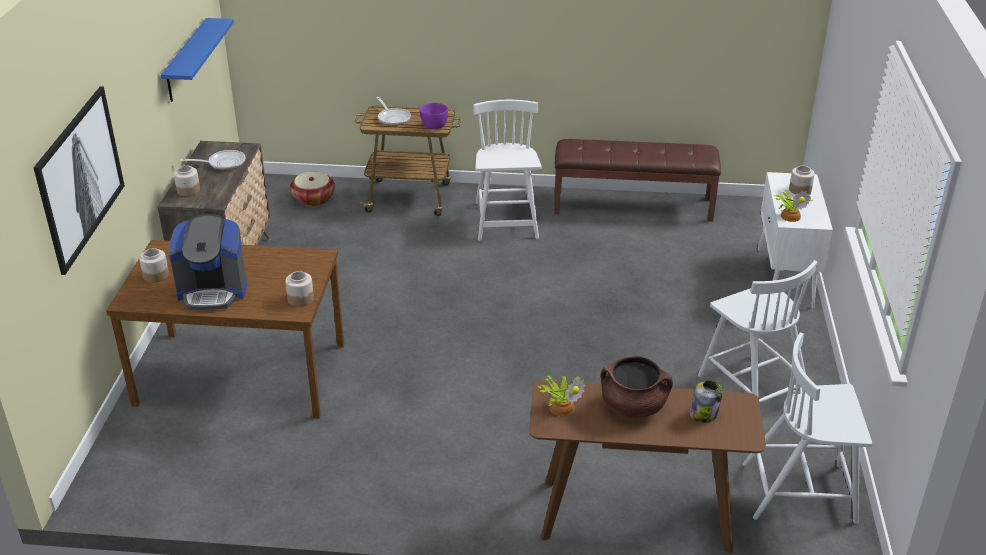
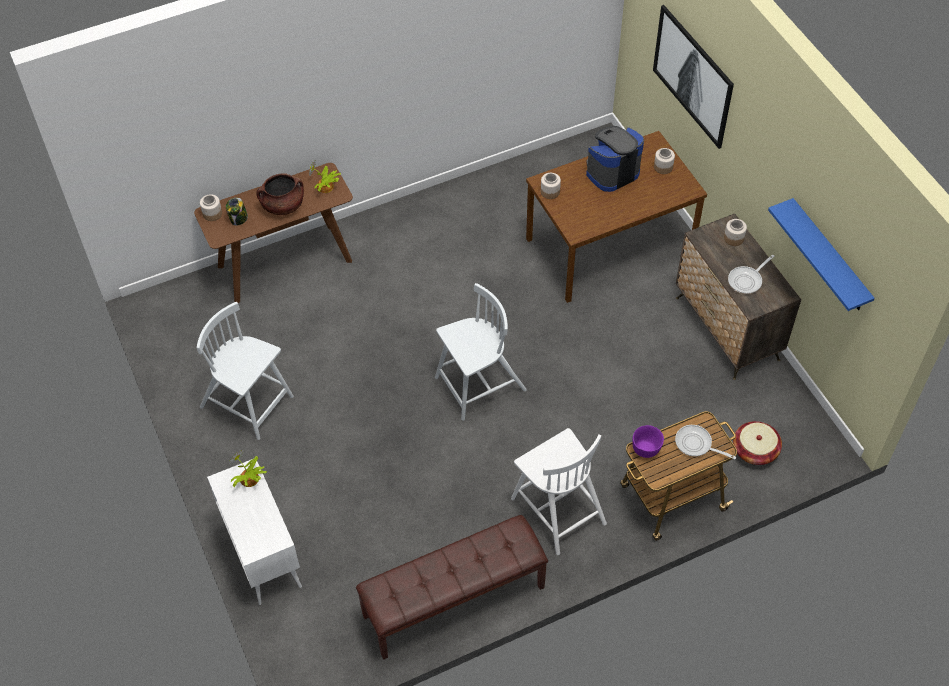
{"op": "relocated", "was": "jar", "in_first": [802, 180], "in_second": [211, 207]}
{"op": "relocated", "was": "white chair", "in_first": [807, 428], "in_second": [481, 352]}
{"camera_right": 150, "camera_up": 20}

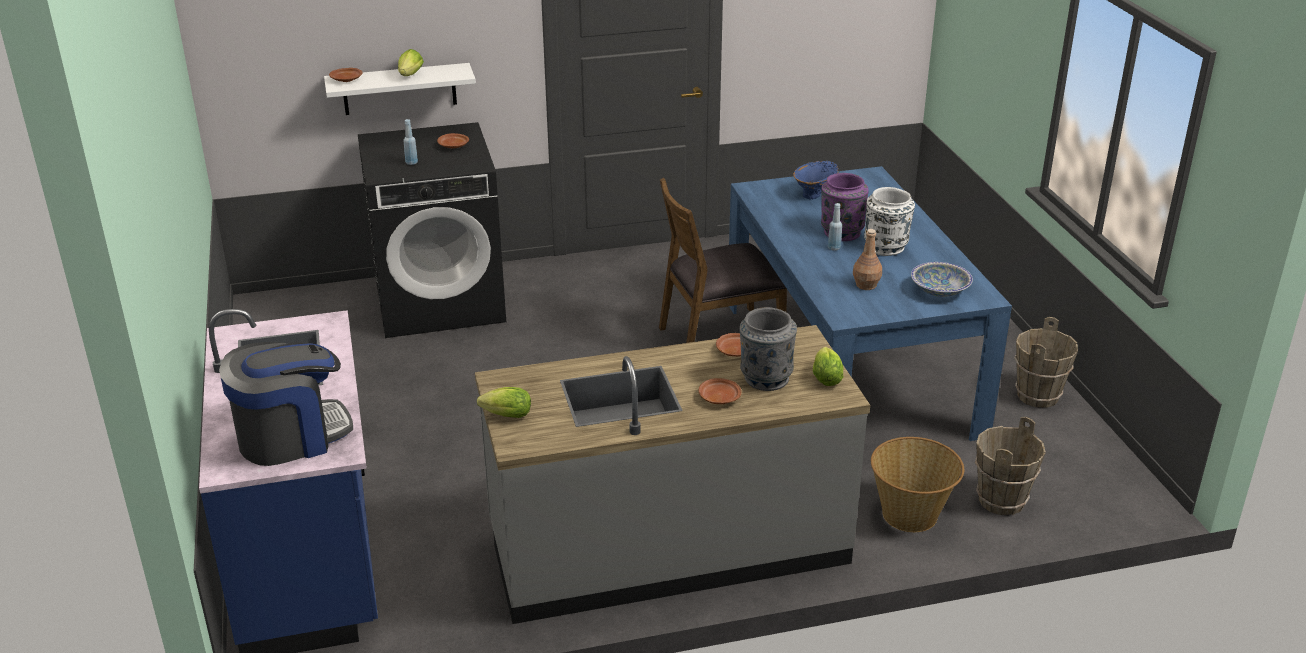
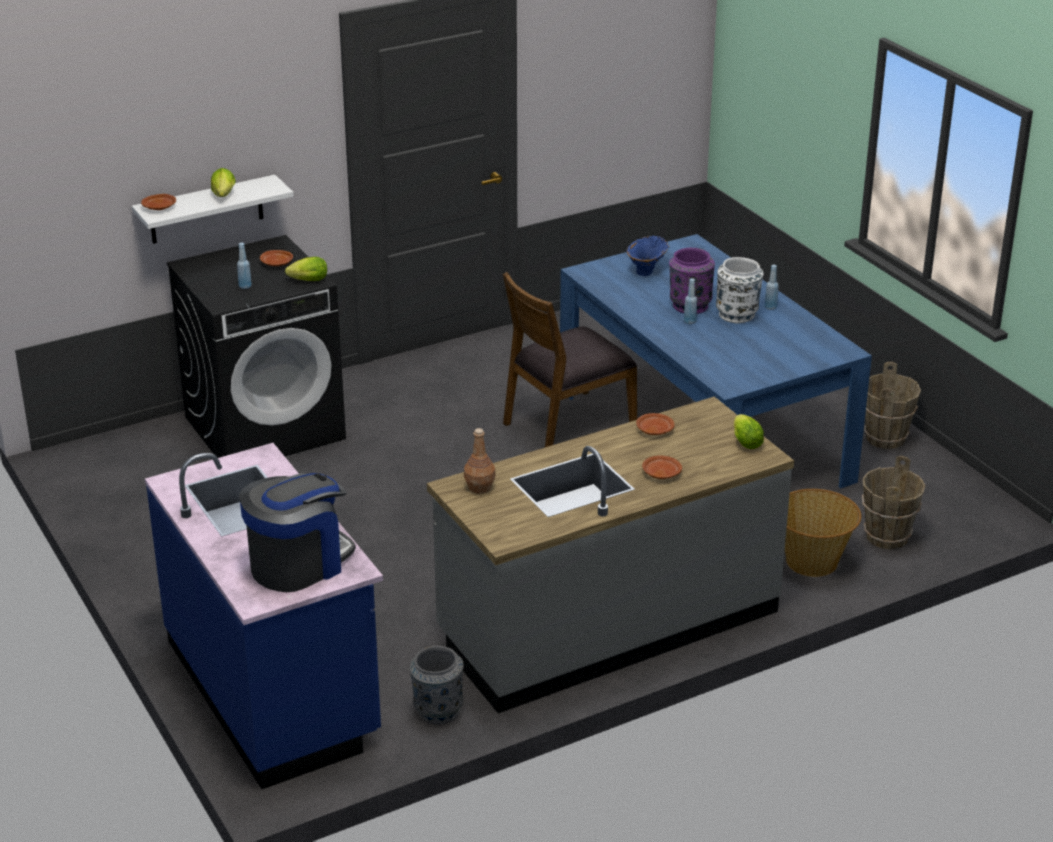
{"op": "relocated", "was": "brown bottle", "in_first": [867, 259], "in_second": [480, 461]}
{"op": "missing", "was": "bowl", "in_first": [942, 279]}
{"op": "relocated", "was": "grey vase", "in_first": [768, 349], "in_second": [437, 685]}
{"op": "relocated", "was": "lettuce", "in_first": [504, 402], "in_second": [306, 269]}
{"op": "appeared", "now": "blue bottle", "in_second": [772, 287]}
{"camera_right": -15, "camera_up": 0}

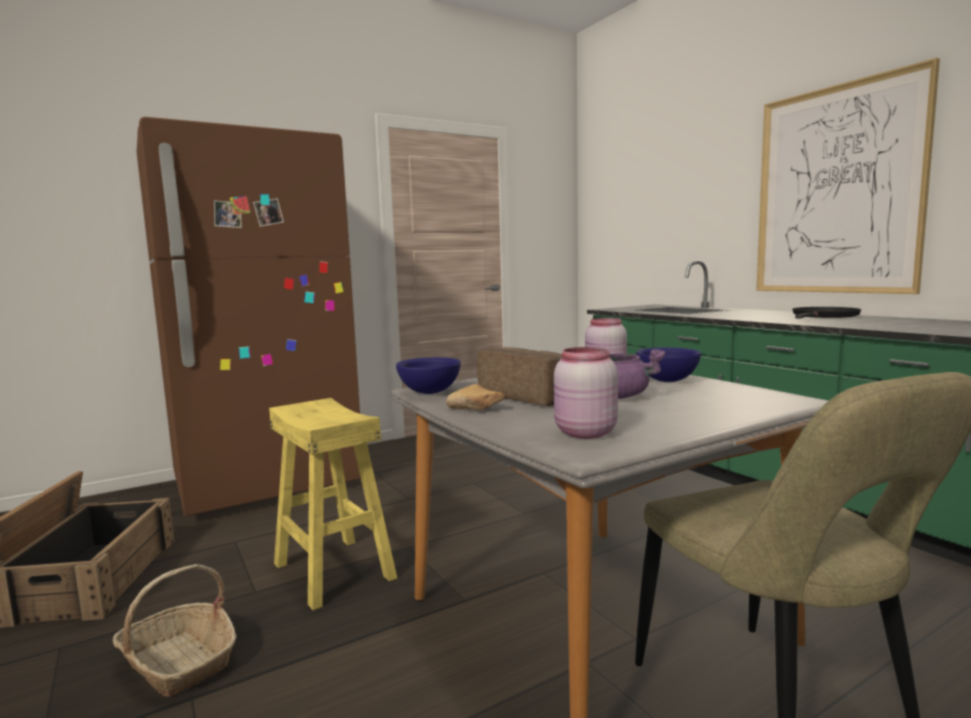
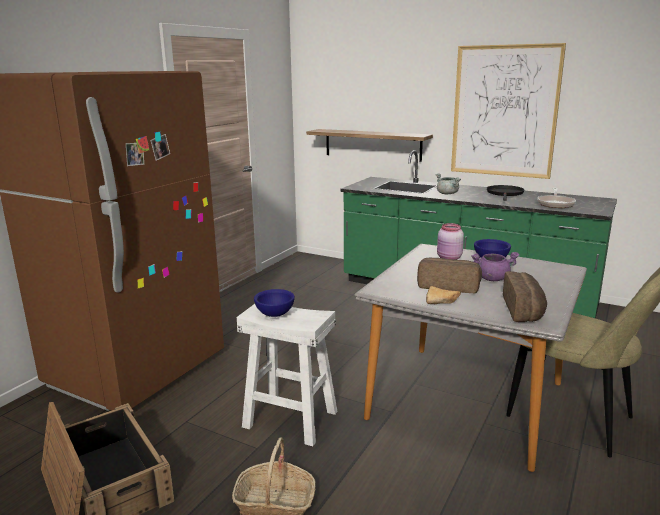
{"op": "exchanged", "was": "pink jar", "now": "bread", "in_first": [586, 393], "in_second": [525, 296]}
{"op": "relocated", "was": "blue bowl", "in_first": [428, 375], "in_second": [274, 303]}
{"op": "colour", "was": "yellow stool", "now": "white stool", "in_first": [333, 504], "in_second": [287, 375]}
{"op": "appeared", "now": "shelf", "in_second": [369, 145]}
{"op": "appeared", "now": "grey cooking pot", "in_second": [448, 183]}
{"op": "appeared", "now": "frying pan", "in_second": [557, 198]}
{"camera_right": -30, "camera_up": 10}

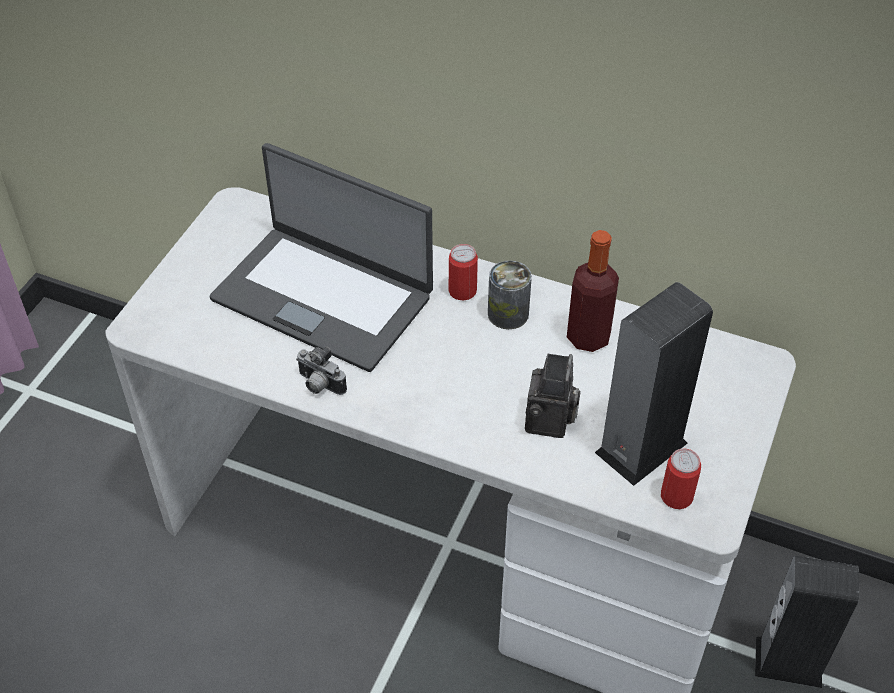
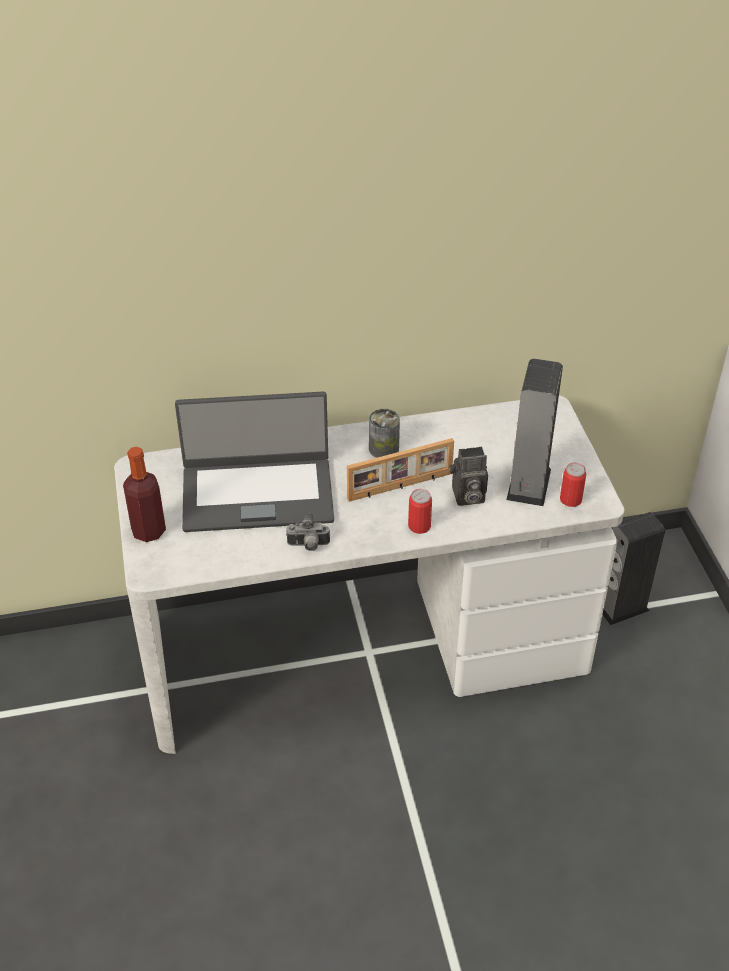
{"op": "relocated", "was": "bottle", "in_first": [593, 291], "in_second": [144, 494]}
{"op": "relocated", "was": "can", "in_first": [463, 272], "in_second": [420, 511]}
{"op": "spun", "was": "photo camera", "in_first": [553, 396], "in_second": [468, 476], "clockwise": 105}
{"op": "appeared", "now": "picture frame", "in_second": [400, 470]}
{"camera_right": -35, "camera_up": -5}

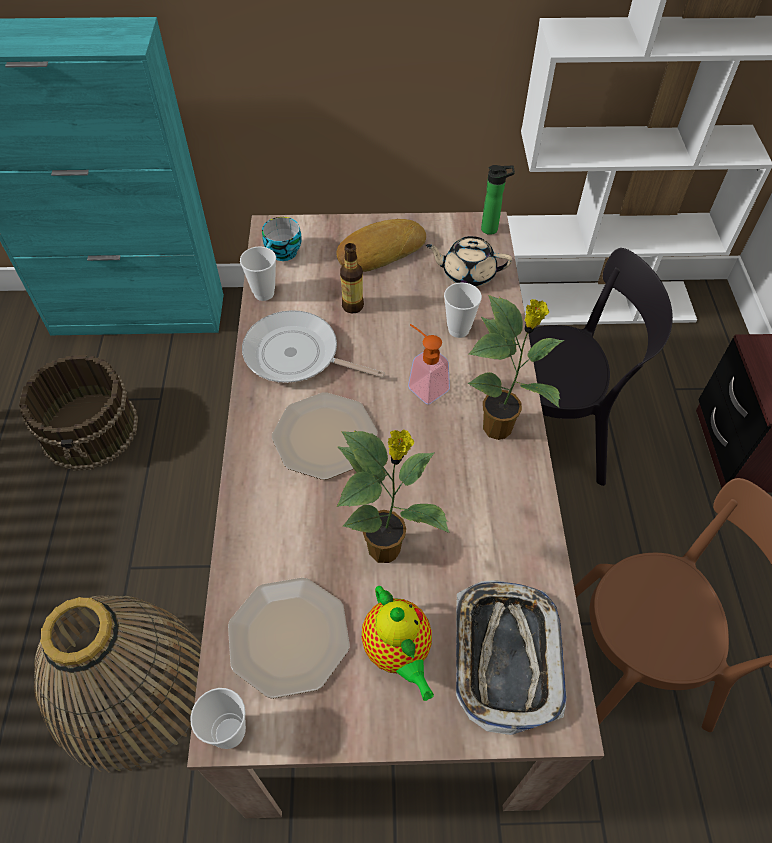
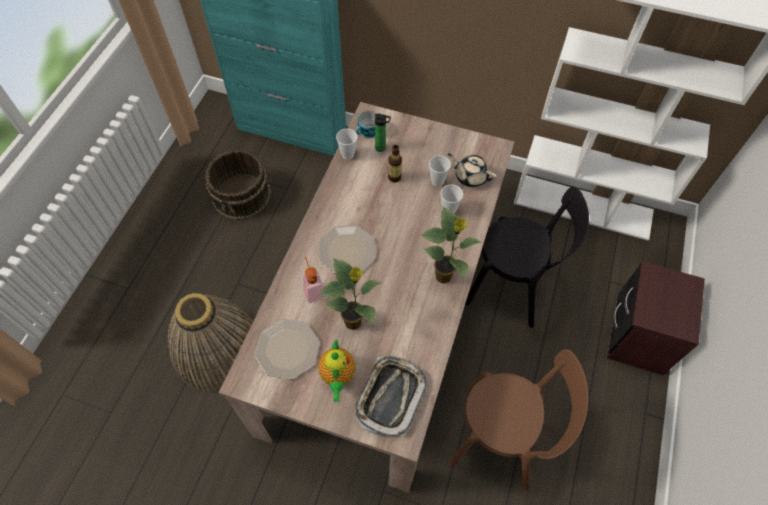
{"op": "relocated", "was": "bottle", "in_first": [498, 200], "in_second": [383, 132]}
{"op": "missing", "was": "bread", "in_first": [381, 245]}
{"op": "missing", "was": "frying pan", "in_first": [313, 346]}
{"op": "relocated", "was": "soap dispenser", "in_first": [429, 364], "in_second": [314, 279]}
{"op": "relocated", "was": "cup", "in_first": [218, 718], "in_second": [440, 171]}
{"camera_right": 20, "camera_up": 5}

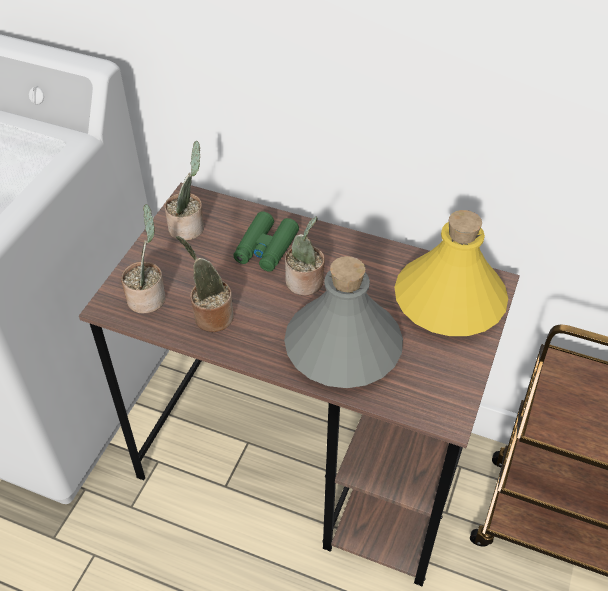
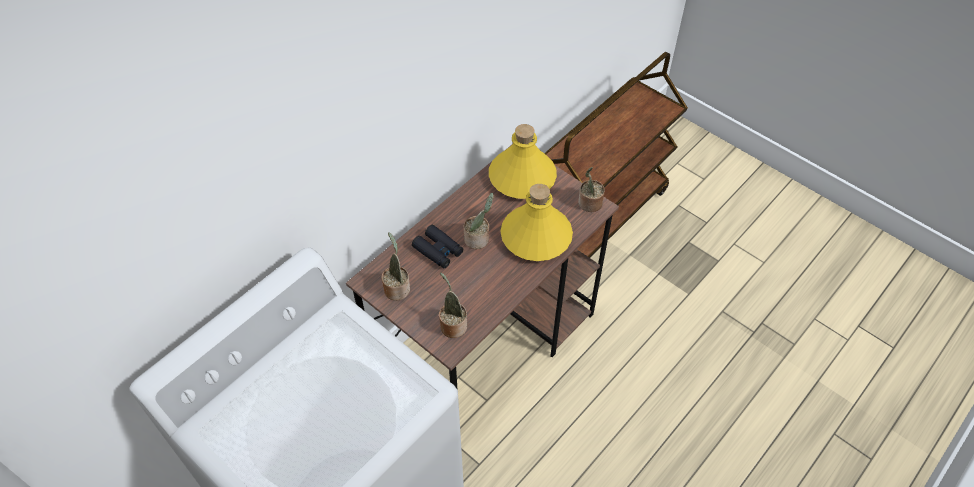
{"op": "colour", "was": "green binoculars", "now": "black binoculars", "in_first": [266, 241], "in_second": [437, 247]}
{"op": "relocated", "was": "potted plant", "in_first": [205, 284], "in_second": [591, 189]}
{"op": "colour", "was": "grey bottle", "now": "yellow bottle", "in_first": [343, 322], "in_second": [536, 222]}
{"camera_right": -70, "camera_up": 5}

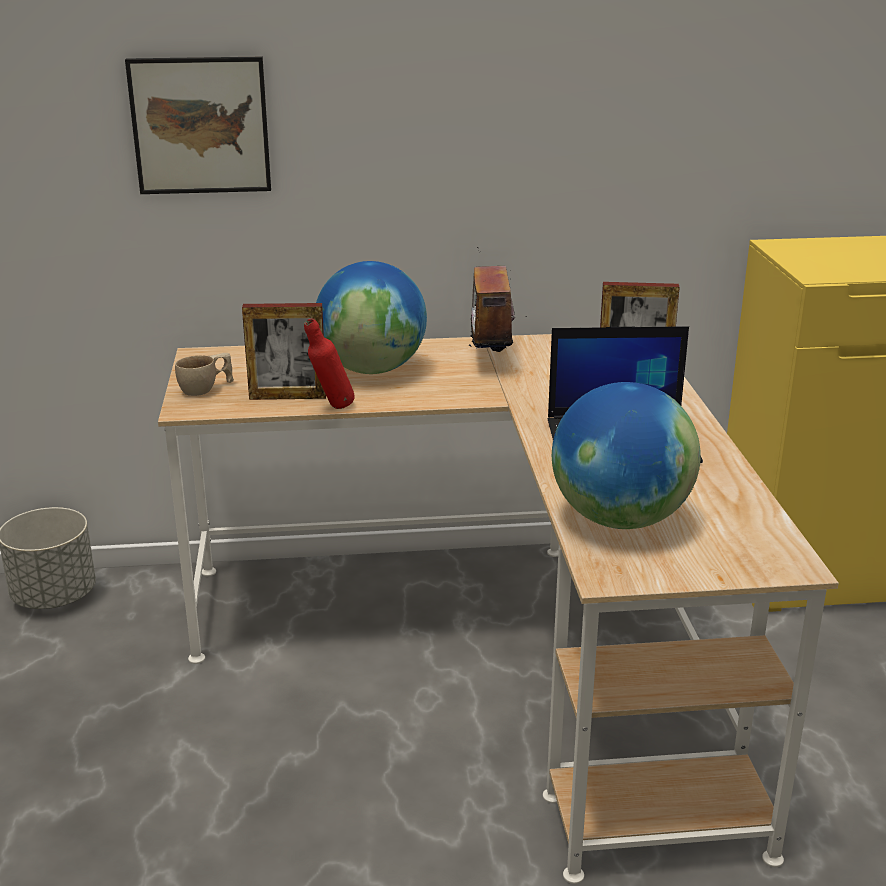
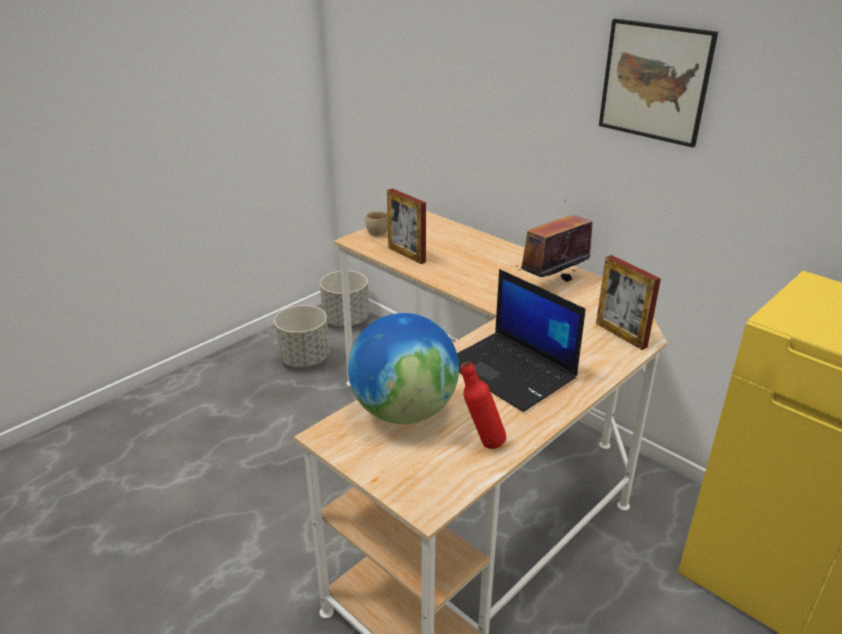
{"op": "relocated", "was": "picture", "in_first": [198, 125], "in_second": [658, 83]}
{"op": "missing", "was": "globe", "in_first": [371, 317]}
{"op": "relocated", "was": "red bottle", "in_first": [329, 363], "in_second": [483, 405]}
{"op": "appeared", "now": "grey planter", "in_second": [302, 336]}
{"camera_right": 50, "camera_up": 5}

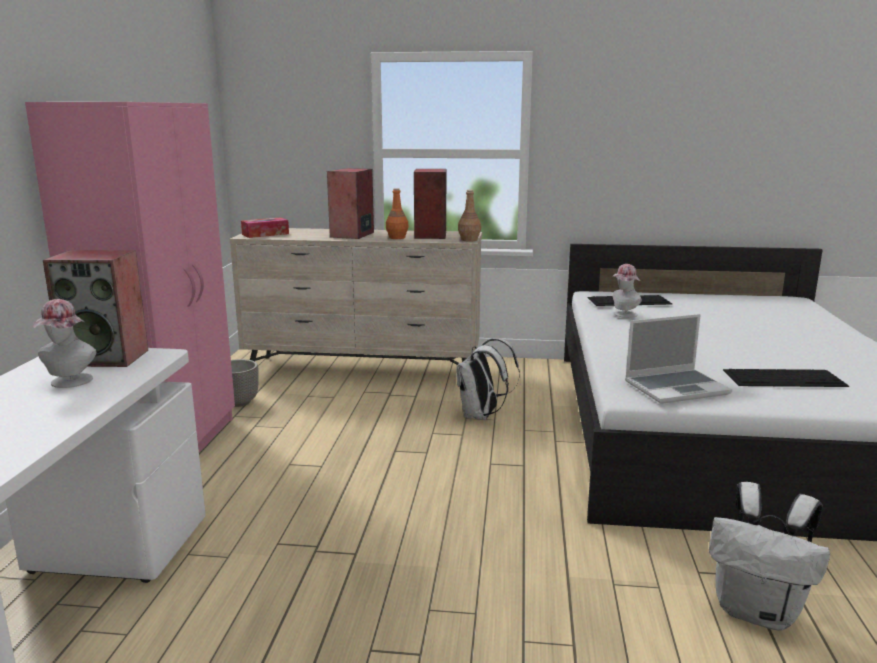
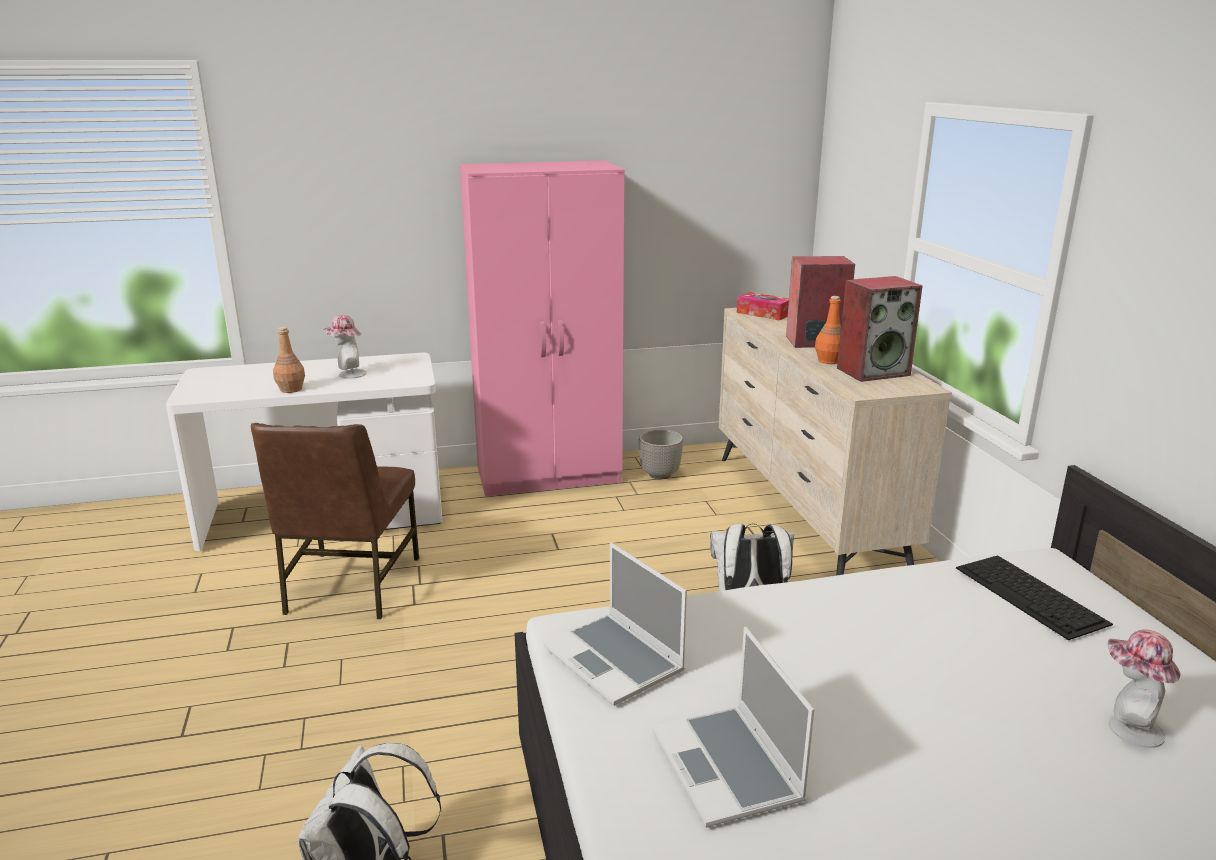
{"op": "relocated", "was": "brown bottle", "in_first": [469, 216], "in_second": [289, 360]}
{"op": "missing", "was": "speaker", "in_first": [95, 308]}
{"op": "relocated", "was": "hat", "in_first": [627, 291], "in_second": [1144, 688]}
{"op": "exchanged", "was": "keyboard", "now": "laptop", "in_first": [786, 378], "in_second": [733, 727]}
{"op": "appeared", "now": "brown chair", "in_second": [335, 521]}
{"camera_right": 70, "camera_up": 5}

